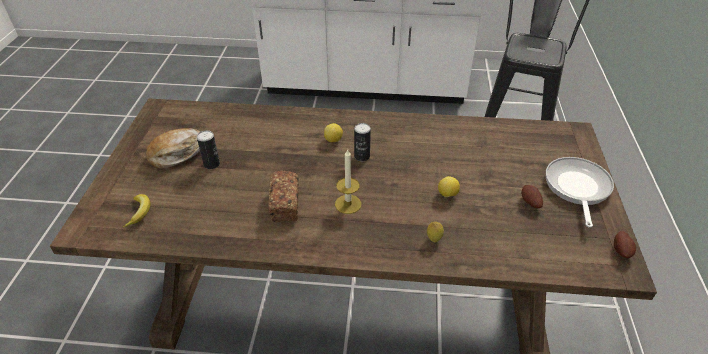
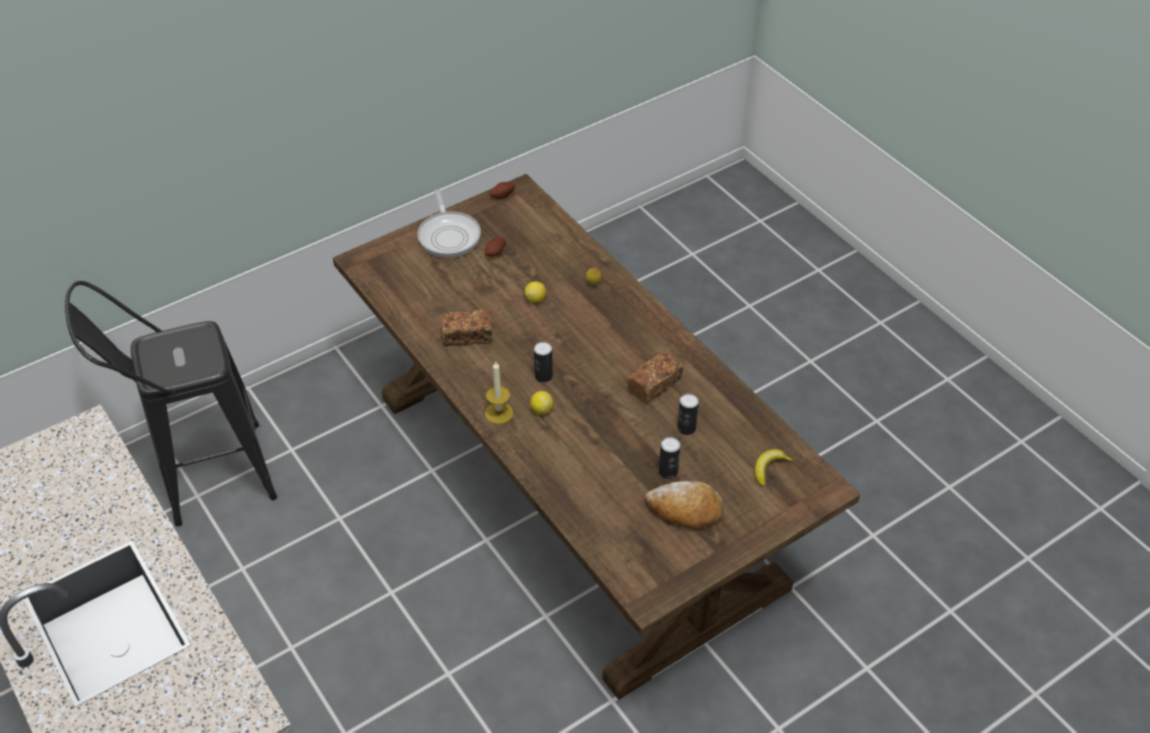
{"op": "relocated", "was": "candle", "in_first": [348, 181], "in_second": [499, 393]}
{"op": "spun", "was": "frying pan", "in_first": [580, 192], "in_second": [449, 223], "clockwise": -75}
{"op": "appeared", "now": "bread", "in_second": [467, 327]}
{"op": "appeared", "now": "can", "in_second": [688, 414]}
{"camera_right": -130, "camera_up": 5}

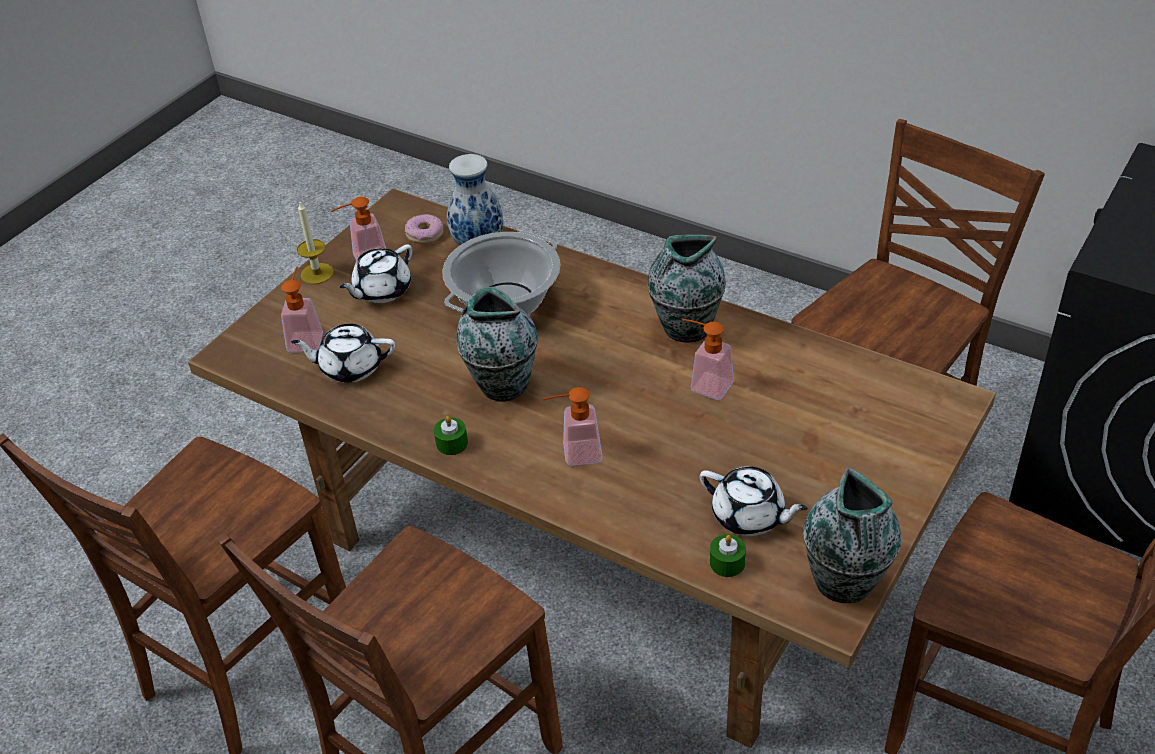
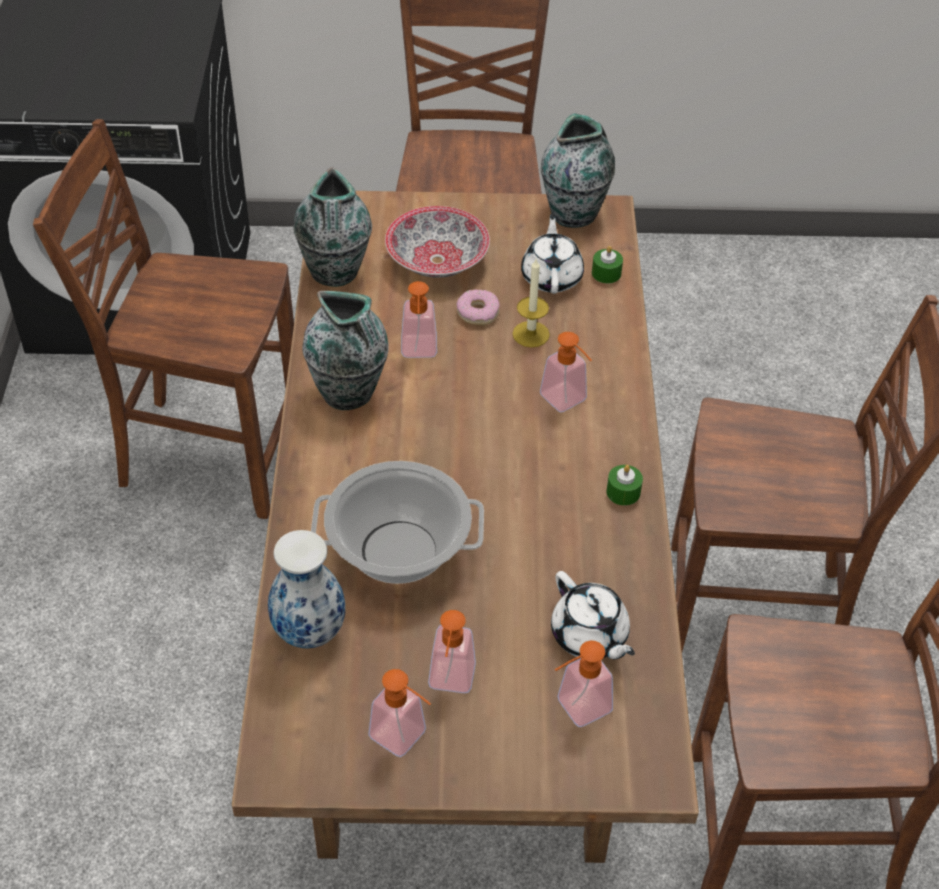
{"op": "relocated", "was": "candle", "in_first": [315, 243], "in_second": [531, 303]}
{"op": "relocated", "was": "donut", "in_first": [424, 229], "in_second": [478, 307]}
{"op": "exchanged", "was": "white teapot", "now": "soap dispenser", "in_first": [376, 273], "in_second": [452, 651]}
{"op": "relocated", "was": "vase", "in_first": [497, 344], "in_second": [332, 227]}
{"op": "appeared", "now": "bowl", "in_second": [437, 242]}
{"camera_right": -125, "camera_up": 5}

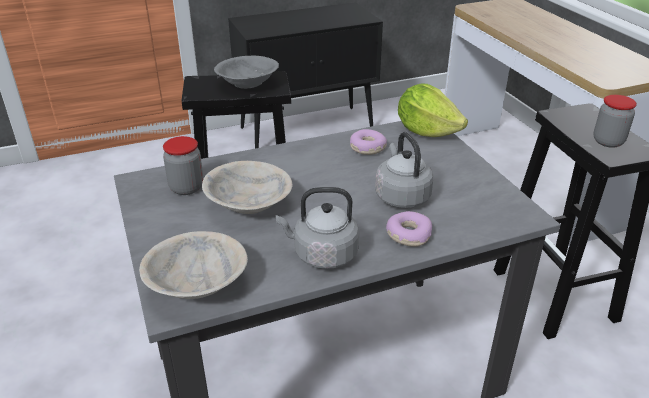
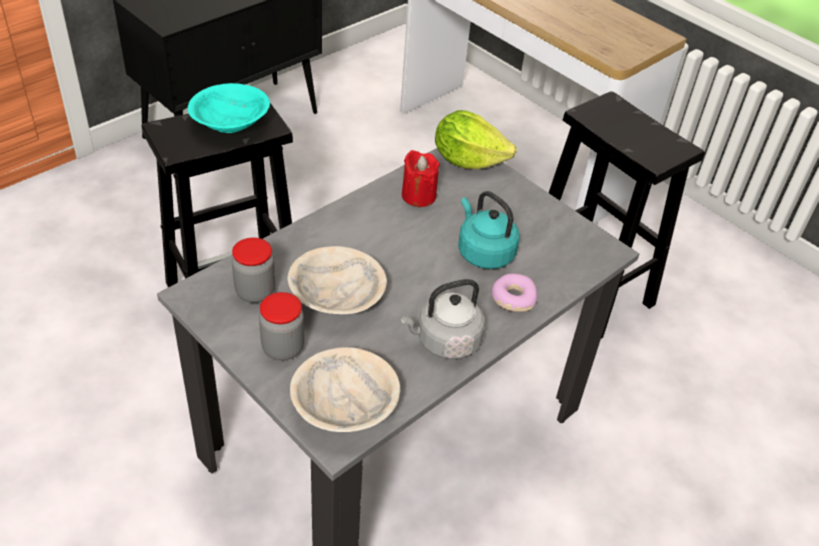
{"op": "colour", "was": "grey bowl", "now": "turquoise bowl", "in_first": [246, 72], "in_second": [229, 108]}
{"op": "relocated", "was": "jar", "in_first": [615, 121], "in_second": [281, 326]}
{"op": "exchanged", "was": "donut", "now": "red candle", "in_first": [368, 142], "in_second": [421, 178]}
{"op": "colour", "was": "grey kettle", "now": "turquoise kettle", "in_first": [404, 170], "in_second": [489, 230]}
{"camera_right": -25, "camera_up": 10}

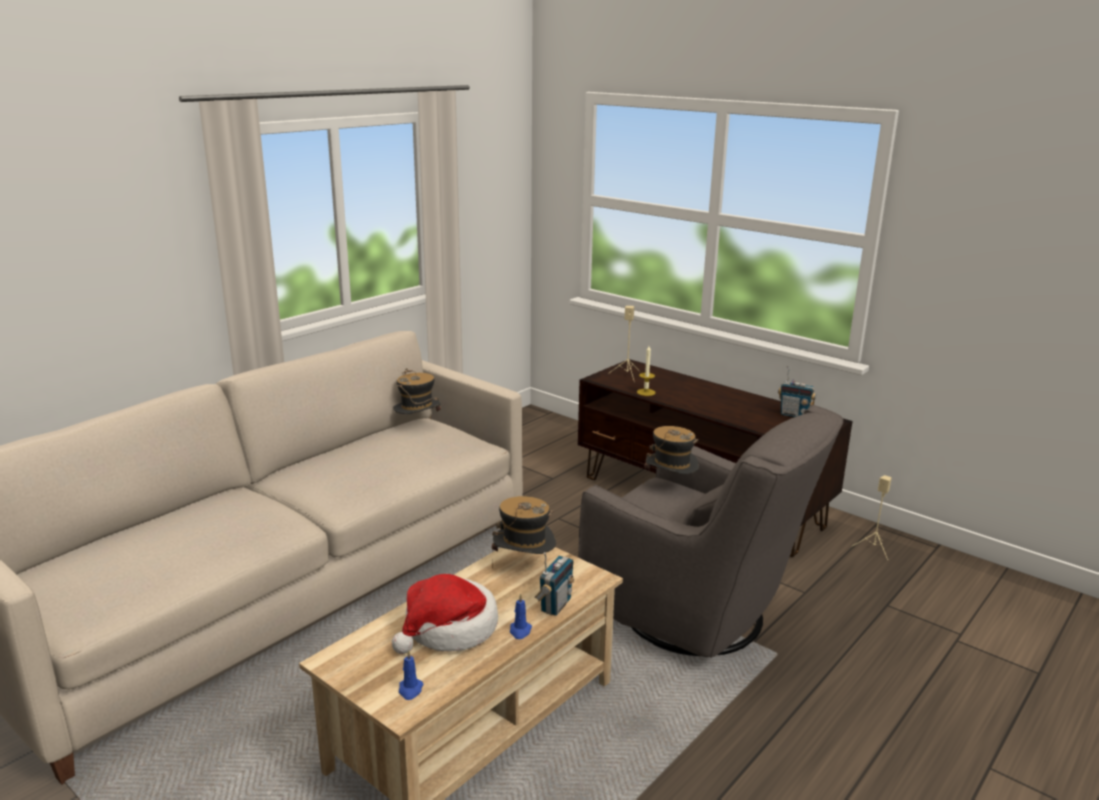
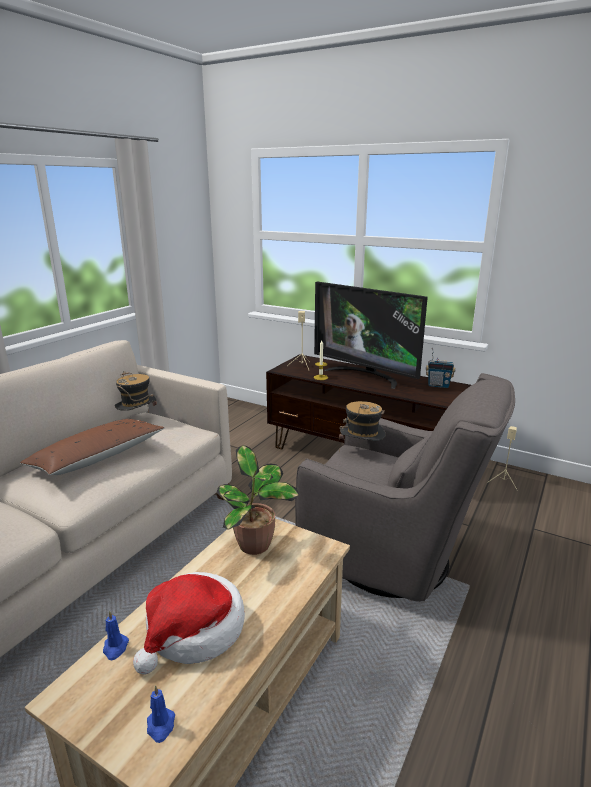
{"op": "exchanged", "was": "hat", "now": "potted plant", "in_first": [524, 532], "in_second": [258, 500]}
{"op": "missing", "was": "radio", "in_first": [554, 584]}
{"op": "relocated", "was": "blue candle", "in_first": [521, 616], "in_second": [116, 635]}
{"op": "appeared", "now": "television", "in_second": [371, 335]}
{"op": "appeared", "now": "brown pillow", "in_second": [92, 447]}
{"camera_right": -10, "camera_up": 0}

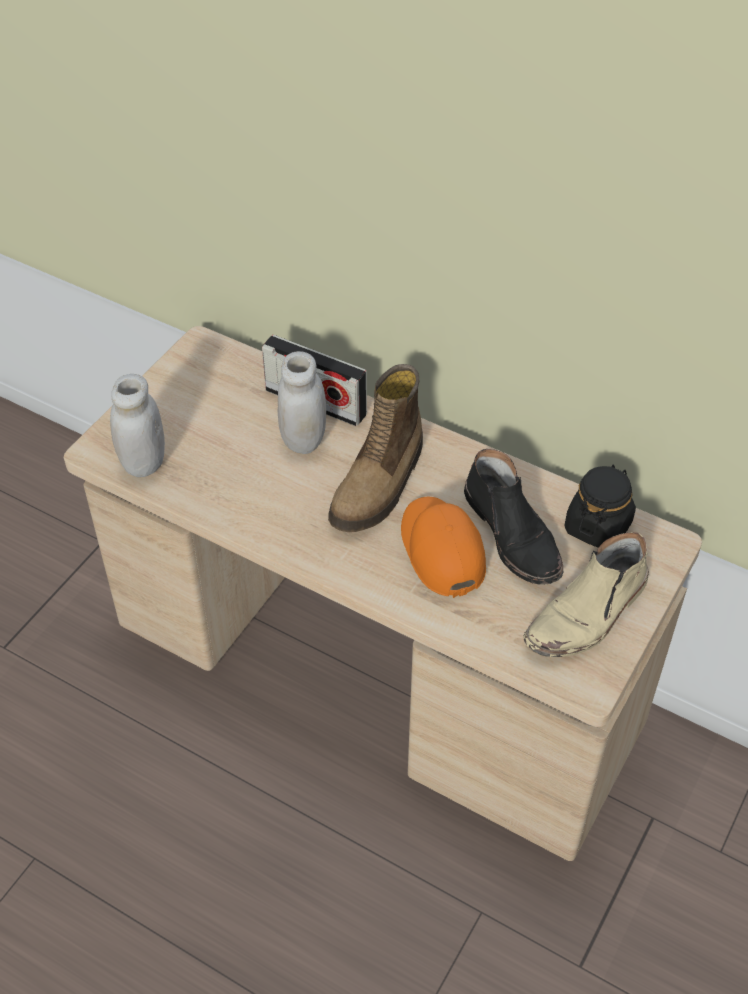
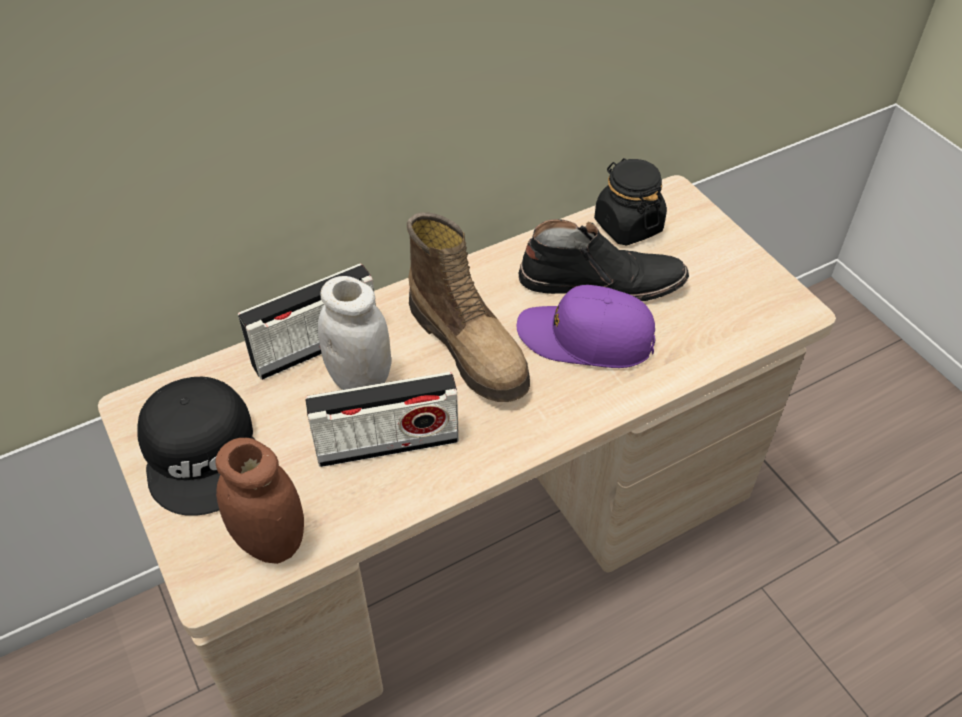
{"op": "colour", "was": "white jar", "now": "brown jar", "in_first": [137, 425], "in_second": [259, 501]}
{"op": "colour", "was": "orange cap", "now": "purple cap", "in_first": [443, 547], "in_second": [586, 326]}
{"op": "missing", "was": "beige boot", "in_first": [586, 594]}
{"op": "appeared", "now": "radio", "in_second": [382, 419]}
{"op": "appeared", "now": "black cap", "in_second": [196, 446]}
{"camera_right": -60, "camera_up": 0}

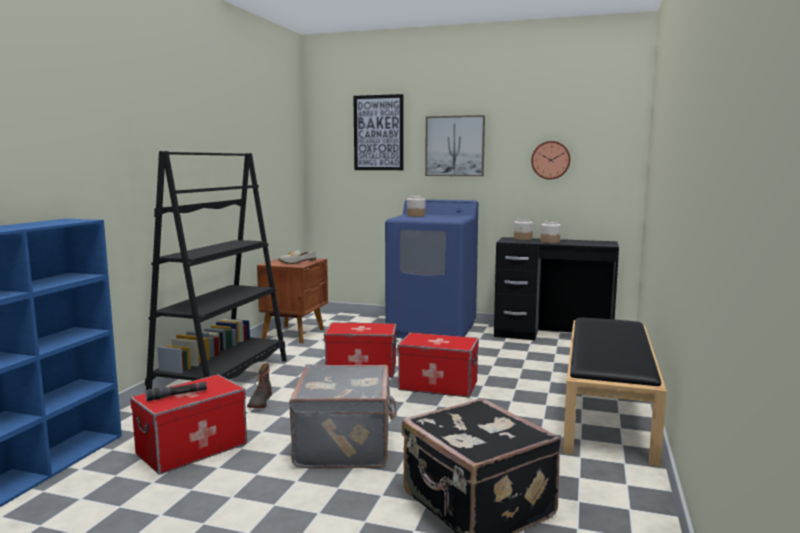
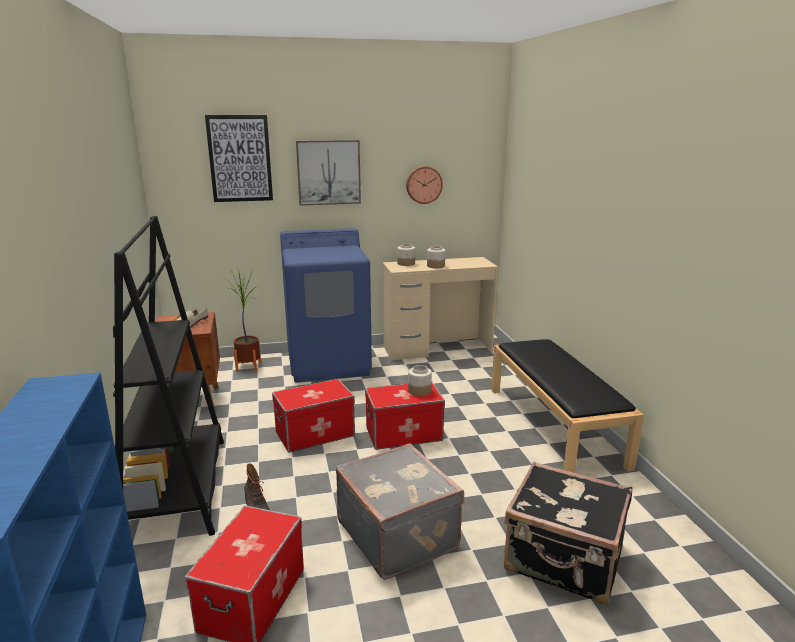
{"op": "relocated", "was": "jar", "in_first": [416, 206], "in_second": [420, 380]}
{"op": "colour", "was": "black desk", "now": "beige desk", "in_first": [556, 288], "in_second": [440, 309]}
{"op": "missing", "was": "black flashlight", "in_first": [176, 391]}
{"op": "appeared", "now": "potted plant", "in_second": [243, 320]}
{"camera_right": -30, "camera_up": 10}

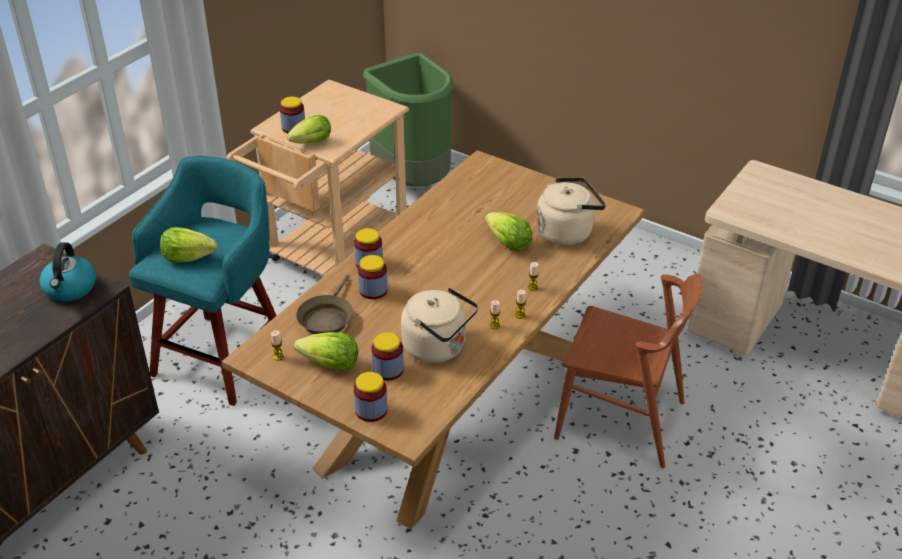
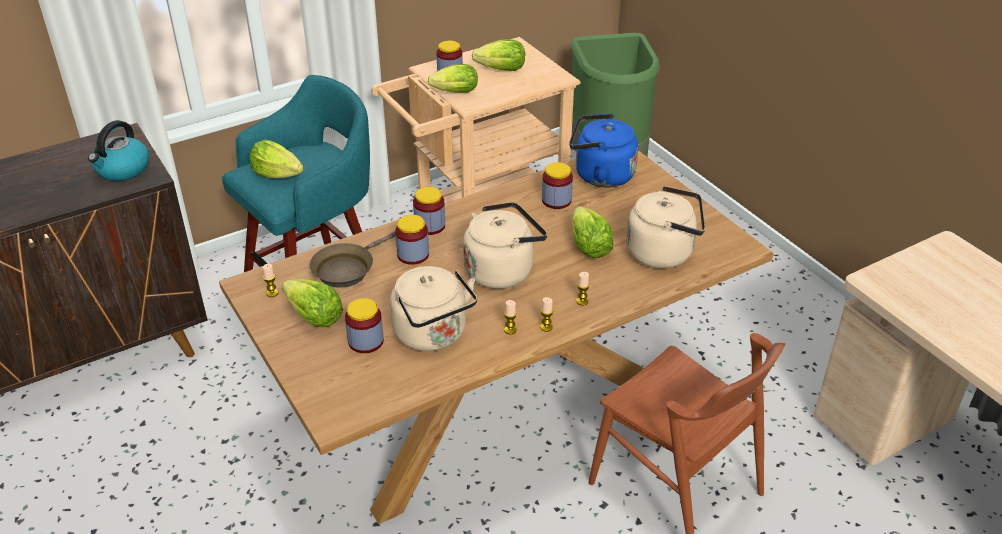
{"op": "relocated", "was": "jar", "in_first": [371, 397], "in_second": [557, 185]}
{"op": "appeared", "now": "lettuce", "in_second": [498, 55]}
{"op": "appeared", "now": "blue kettle", "in_second": [603, 150]}
{"op": "appeared", "now": "beige kettle", "in_second": [505, 245]}
{"camera_right": 25, "camera_up": 0}

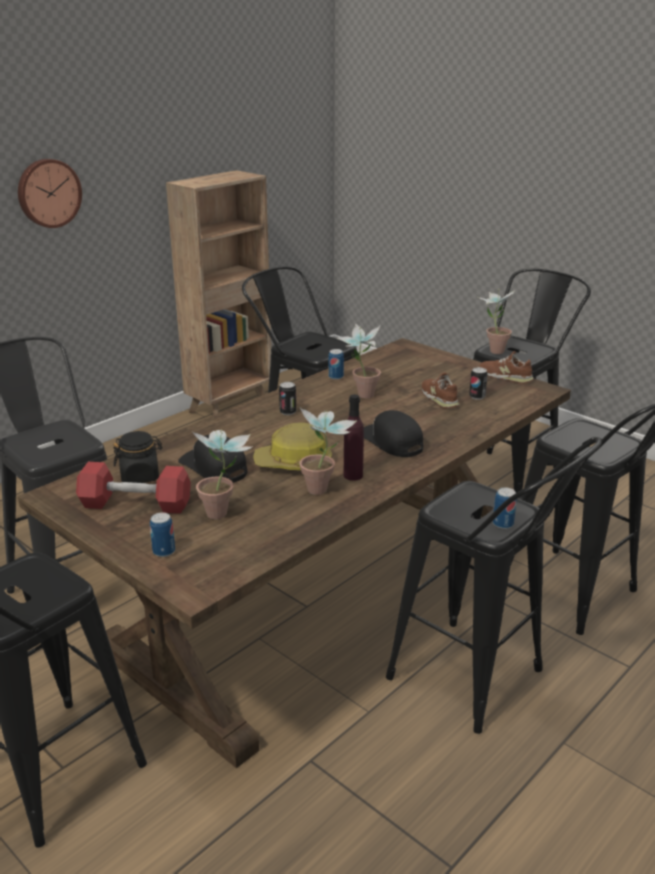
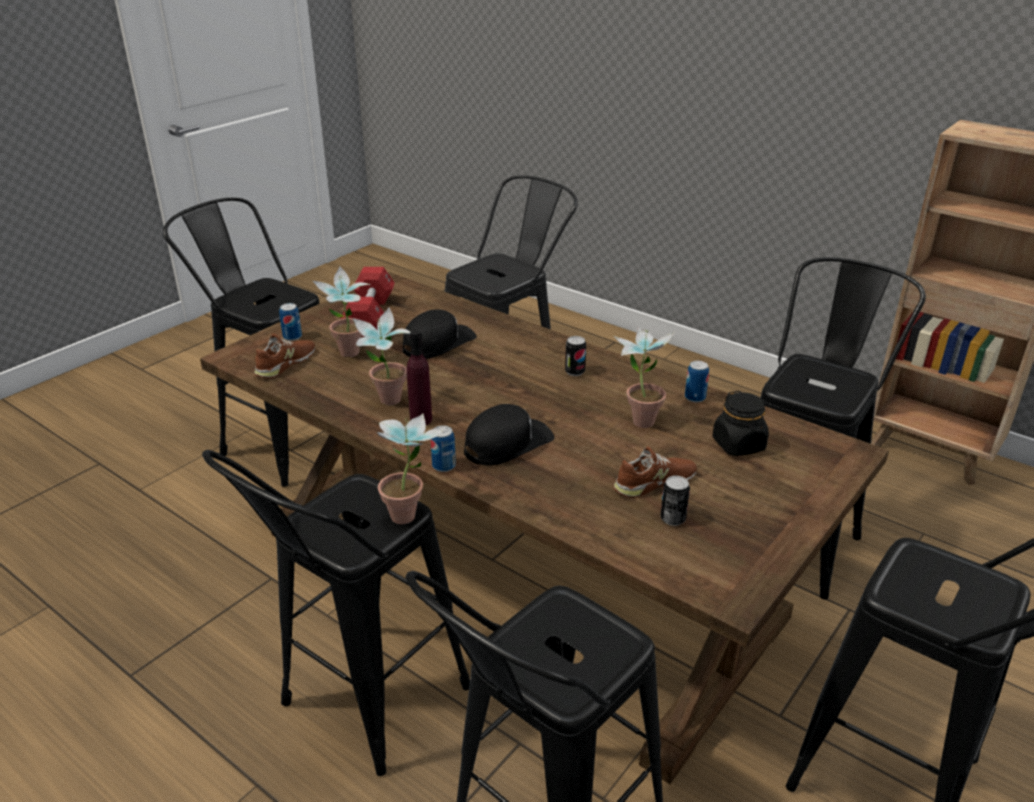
{"op": "missing", "was": "wall clock", "in_first": [50, 193]}
{"op": "relocated", "was": "potted plant", "in_first": [495, 321], "in_second": [411, 469]}
{"op": "relocated", "was": "brown shoe", "in_first": [507, 367], "in_second": [284, 356]}
{"op": "missing", "was": "hard hat", "in_first": [292, 446]}
{"op": "relocated", "was": "black jar", "in_first": [137, 457], "in_second": [740, 423]}
{"op": "relocated", "was": "can", "in_first": [505, 508], "in_second": [443, 448]}
{"camera_right": 85, "camera_up": 5}

